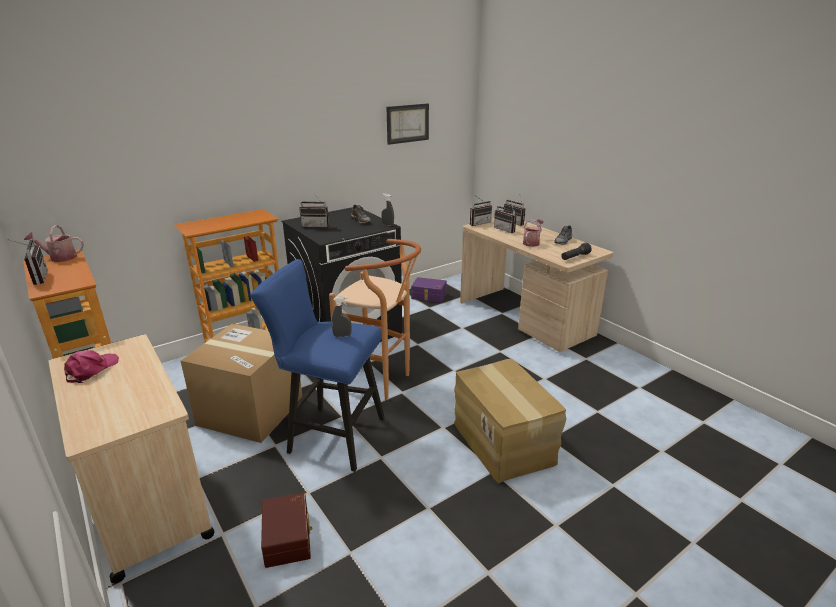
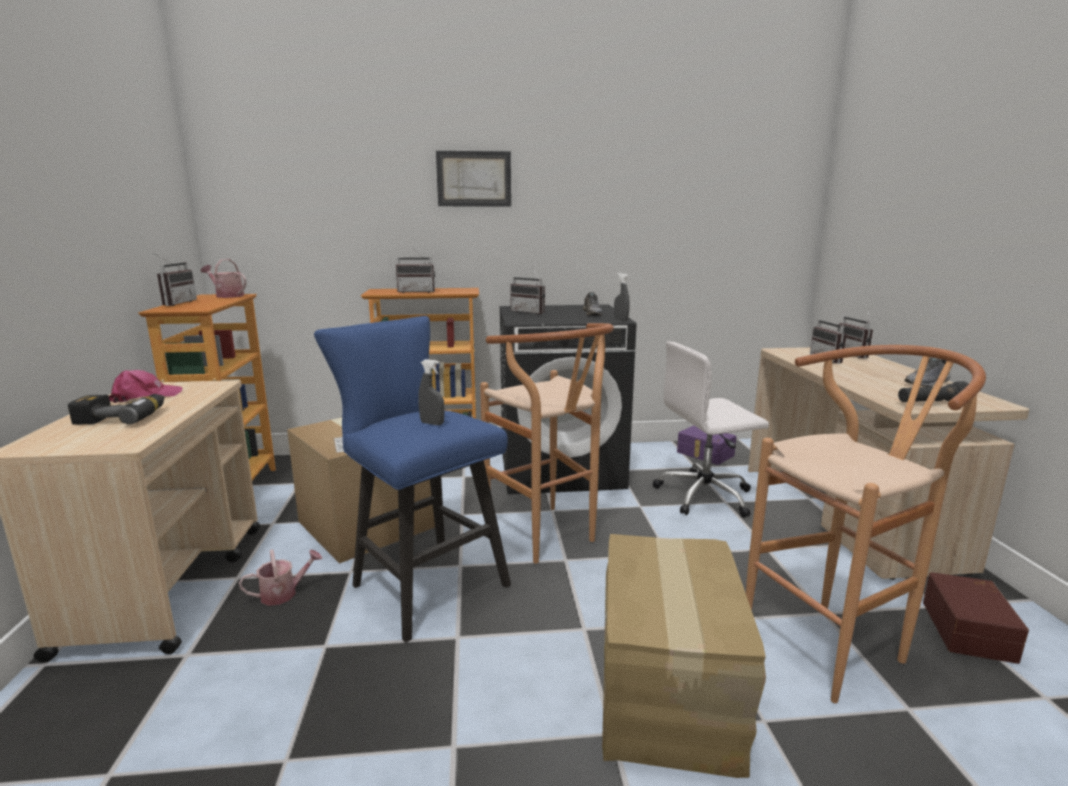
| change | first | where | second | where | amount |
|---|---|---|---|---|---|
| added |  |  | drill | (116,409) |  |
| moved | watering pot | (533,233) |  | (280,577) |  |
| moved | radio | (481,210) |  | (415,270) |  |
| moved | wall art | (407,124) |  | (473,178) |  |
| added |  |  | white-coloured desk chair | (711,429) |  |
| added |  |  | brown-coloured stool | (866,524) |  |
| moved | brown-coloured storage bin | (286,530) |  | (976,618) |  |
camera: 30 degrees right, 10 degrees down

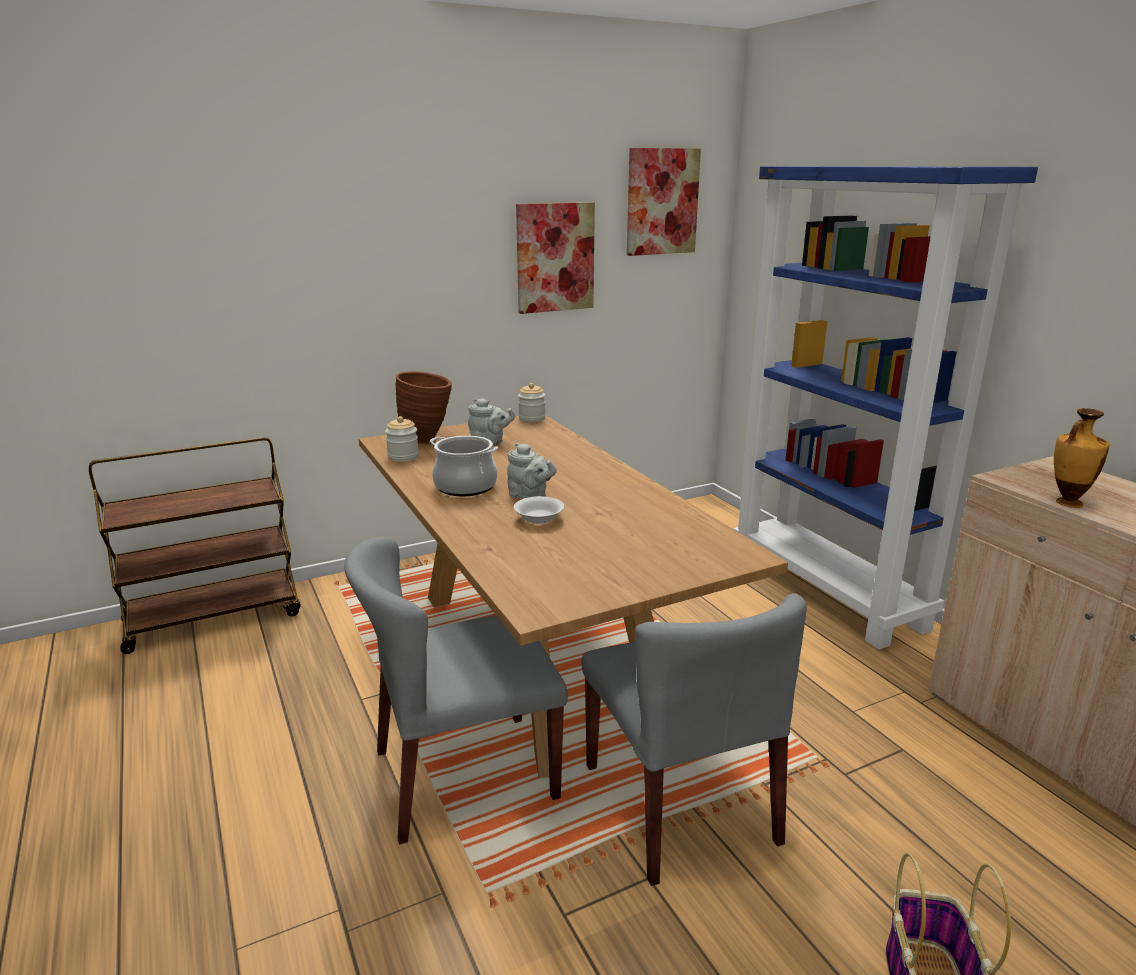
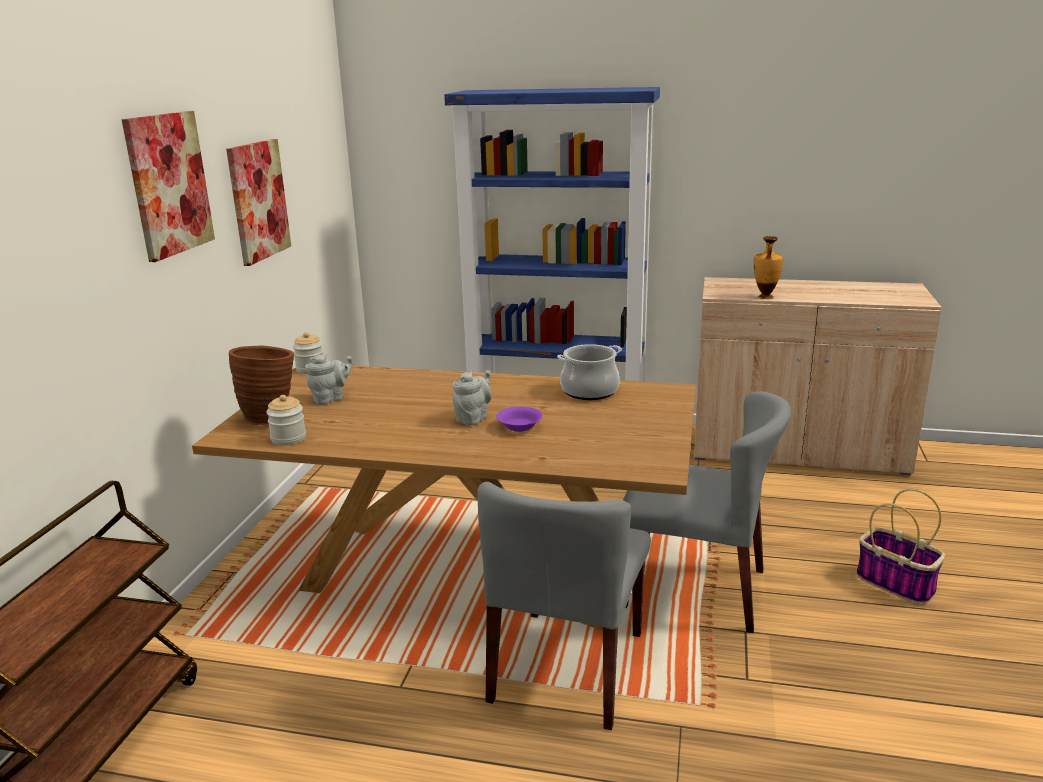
| change | first | where | second | where | amount |
|---|---|---|---|---|---|
| moved | wall art | (664,202) |  | (168,186) |  |
| turned | greyish tea pot | (532,471) |  | (472,397) | 45 degrees counterclockwise |
| recoloured | white-coloured bowl | (539,510) | purplish bowl | (519,419) |  |
| moved | stockpot | (464,466) |  | (589,372) |  |
camera: 50 degrees left, 0 degrees up

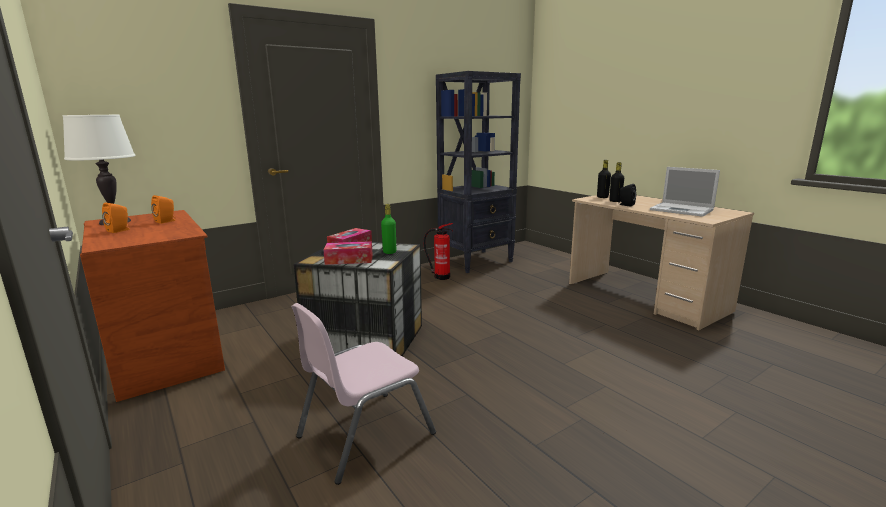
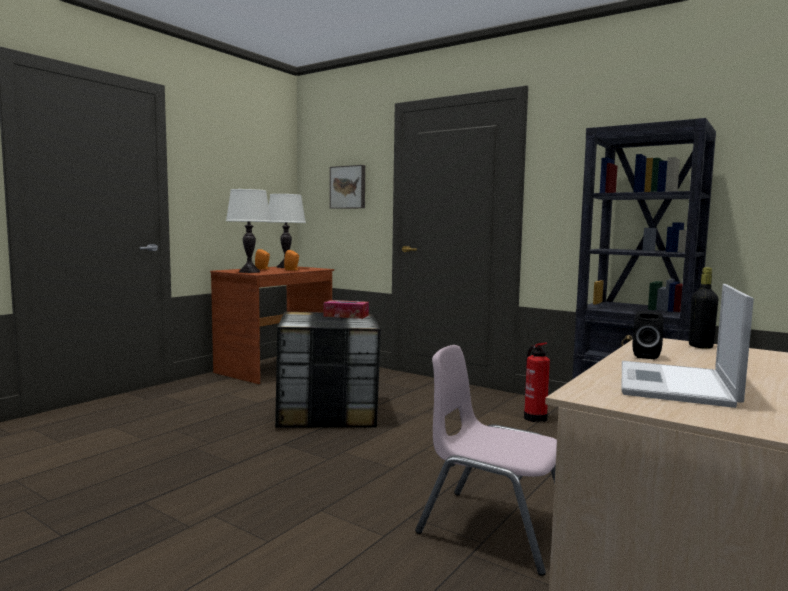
| change | first | where | second | where | amount |
|---|---|---|---|---|---|
| added |  |  | white-coloured lamp for a table | (249,231) |  |
| added |  |  | wall art | (347,187) |  |
| moved | pinkish upright chair | (363,394) |  | (486,460) |  |
| removed | tissue box | (348,253) |  |  |  |
| removed | greenish beverage bottle | (388,229) |  |  |  |
| removed | blackish beverage bottle | (616,182) |  |  |  |
camera: 70 degrees right, 10 degrees down

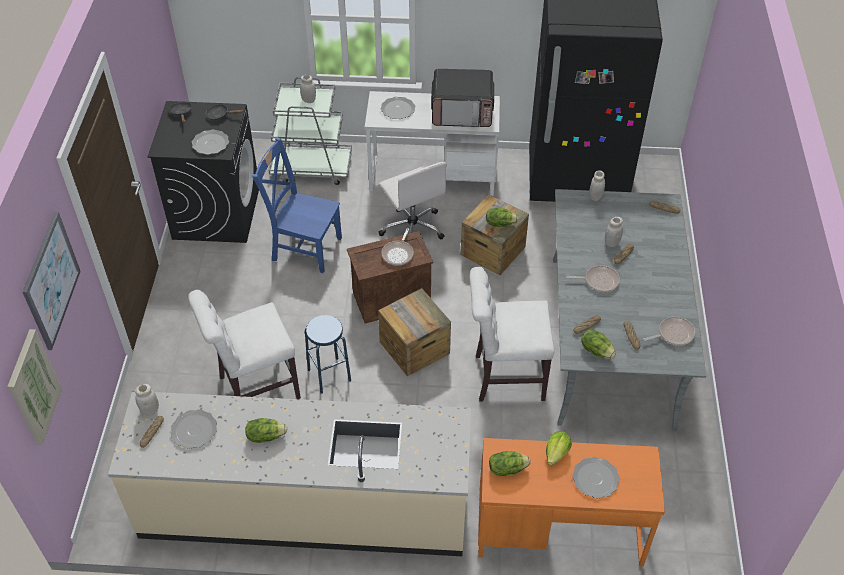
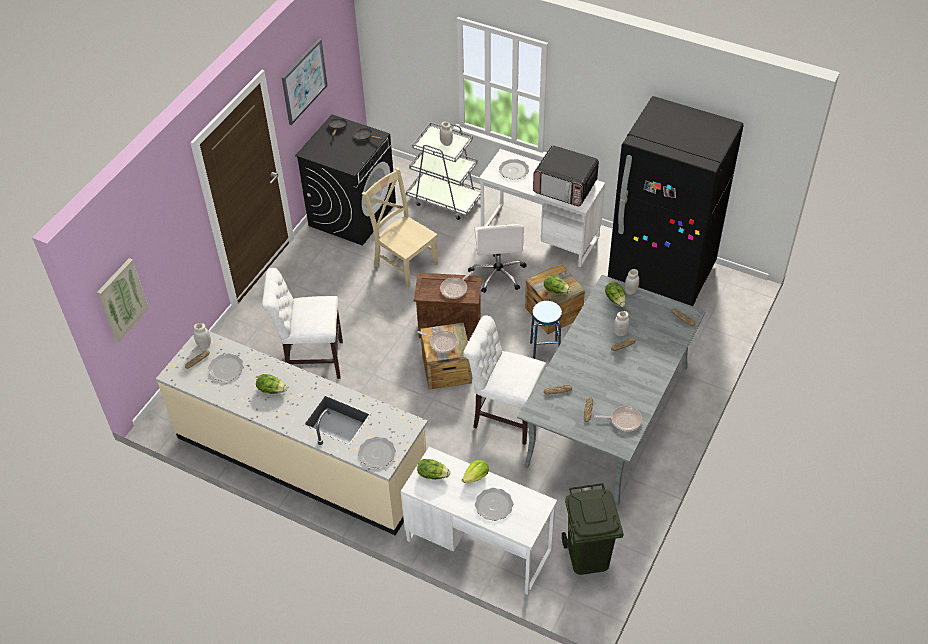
| change | first | where | second | where | amount |
|---|---|---|---|---|---|
| moved | wall art | (52,281) |  | (305,81) |  |
| moved | dinner plate | (210,142) |  | (377,452) |  |
| recoloured | bluish upright chair | (297,205) | beige upright chair | (400,227) |  |
| recoloured | orange desk | (571,502) | white-coloured desk | (479,521) |  |
| moved | skillet | (593,278) |  | (437,342) |  |
| moved | bluish stool | (328,354) |  | (546,330) |  |
| added |  |  | greenish trash can | (592,529) |  |
| moved | head of lettuce | (598,344) |  | (615,294) |  |
camera: 25 degrees right, 0 degrees up

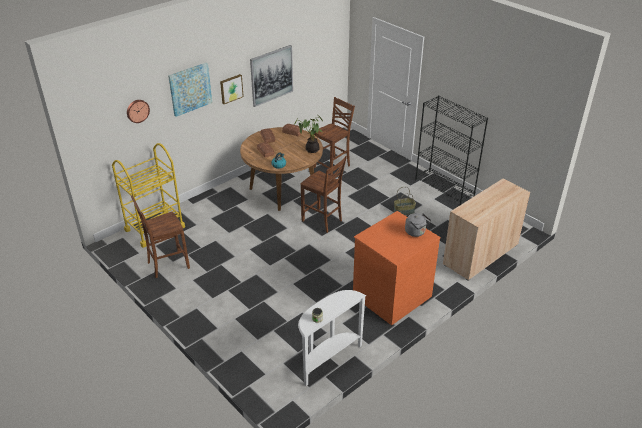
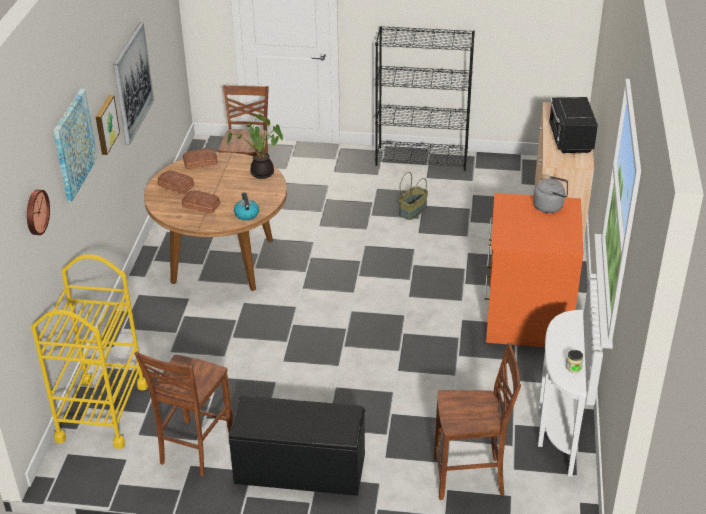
| change | first | where | second | where | amount |
|---|---|---|---|---|---|
| added |  |  | blackish indoor bench | (297,446) |  |
| moved | brown-coloured upright chair | (324,194) |  | (477,421) |  |
| added |  |  | blackish kitchen microwave | (573,125) |  |
camera: 40 degrees left, 0 degrees up

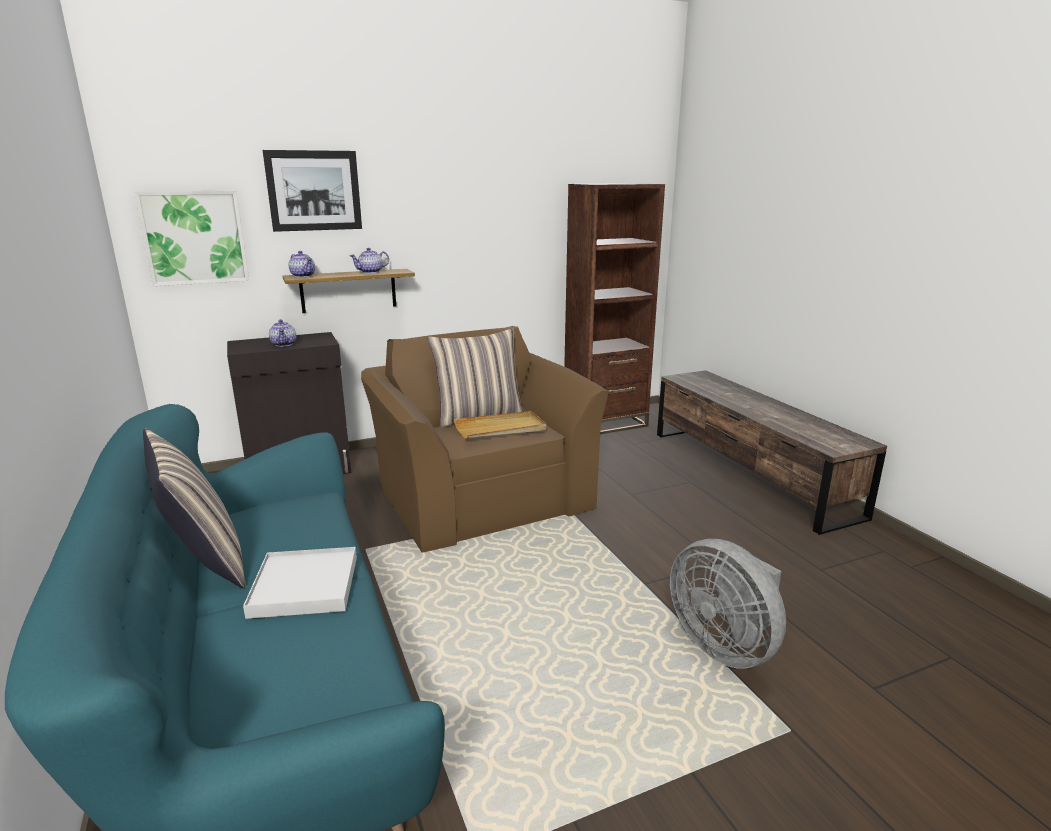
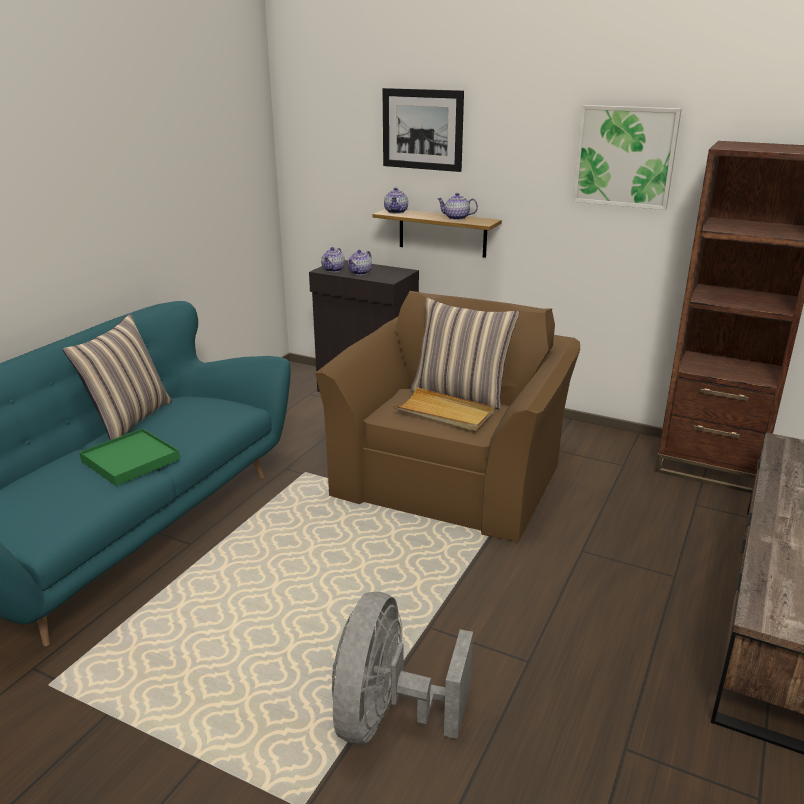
| change | first | where | second | where | amount |
|---|---|---|---|---|---|
| recoloured | white-coloured tray | (300,583) | greenish tray | (129,457) |  |
| added |  |  | tea pot | (333,259) |  |
| moved | wall art | (191,238) |  | (627,157) |  |
camera: 50 degrees right, 5 degrees up

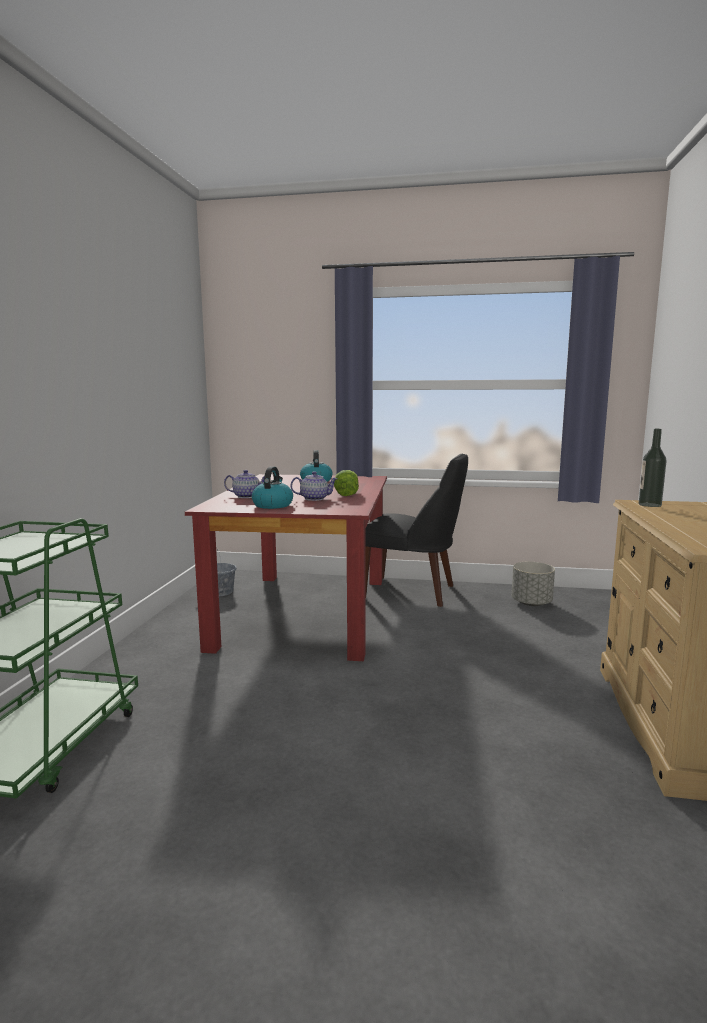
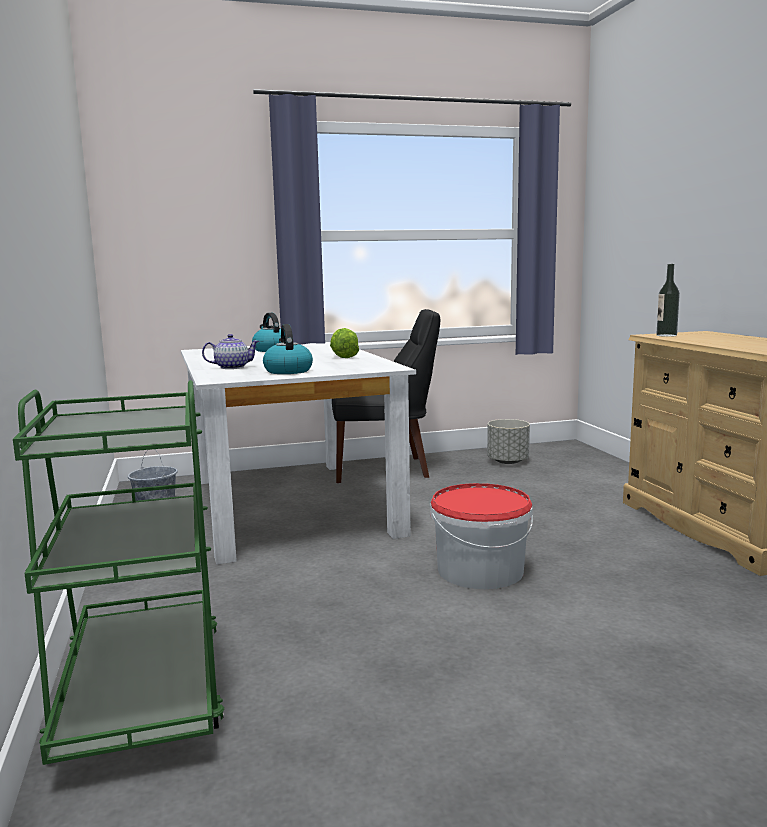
| change | first | where | second | where | amount |
|---|---|---|---|---|---|
| recoloured | red-coloured dinner table | (286,567) | white-coloured dinner table | (298,453) |  |
| added |  |  | water bucket | (481,536) |  |
| removed | tea pot | (314,486) |  |  |  |
camera: 25 degrees left, 0 degrees up

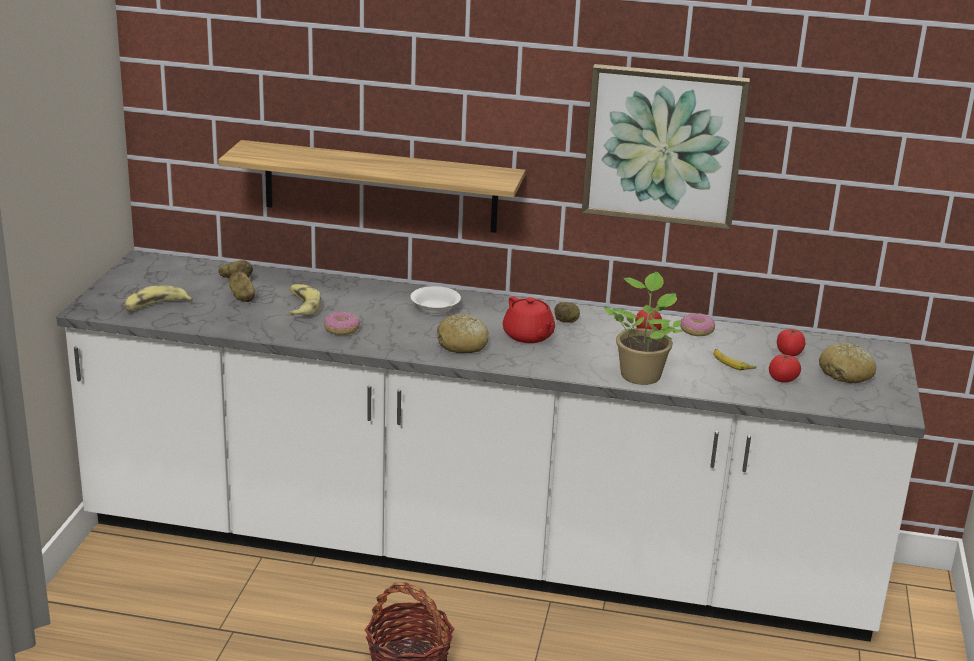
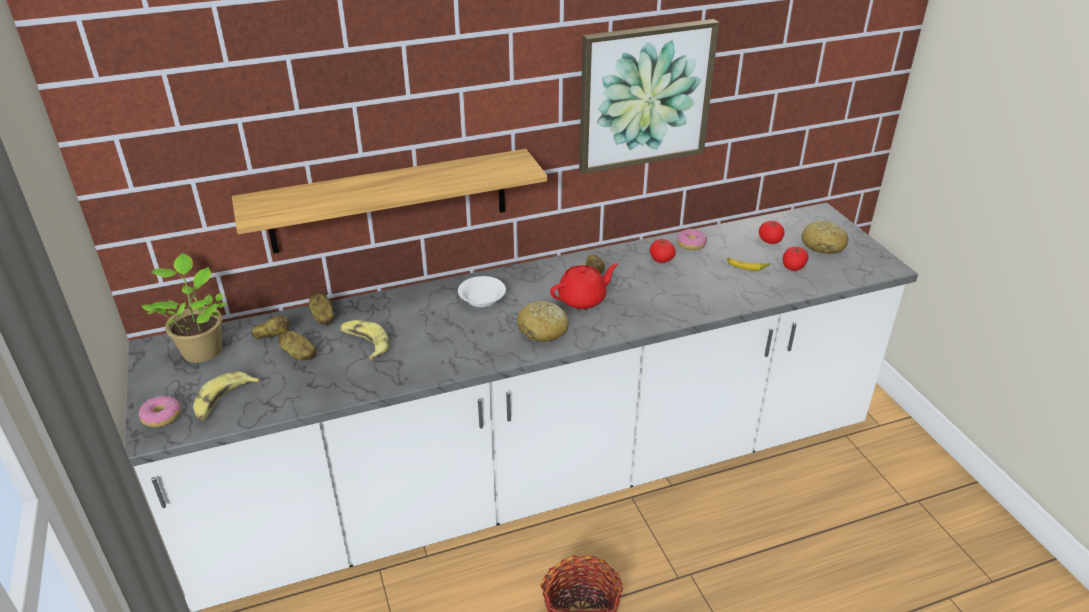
| change | first | where | second | where | amount |
|---|---|---|---|---|---|
| moved | ring doughnut | (342,323) |  | (160,411) |  |
| moved | potted plant | (643,328) |  | (184,308) |  |
| added |  |  | spud | (321,308) |  |
| turned | red-coloured tea pot | (529,319) |  | (584,286) | 60 degrees counterclockwise |
camera: 30 degrees left, 10 degrees up

